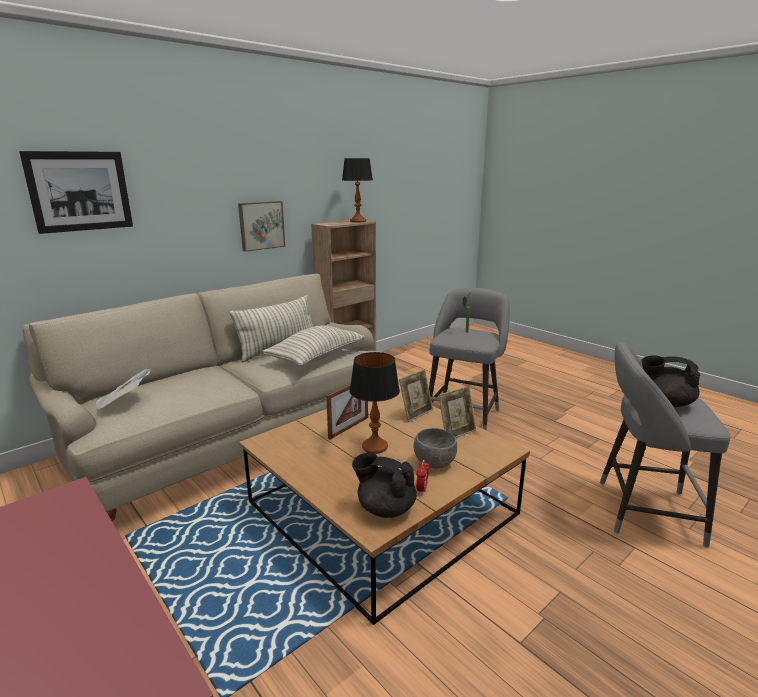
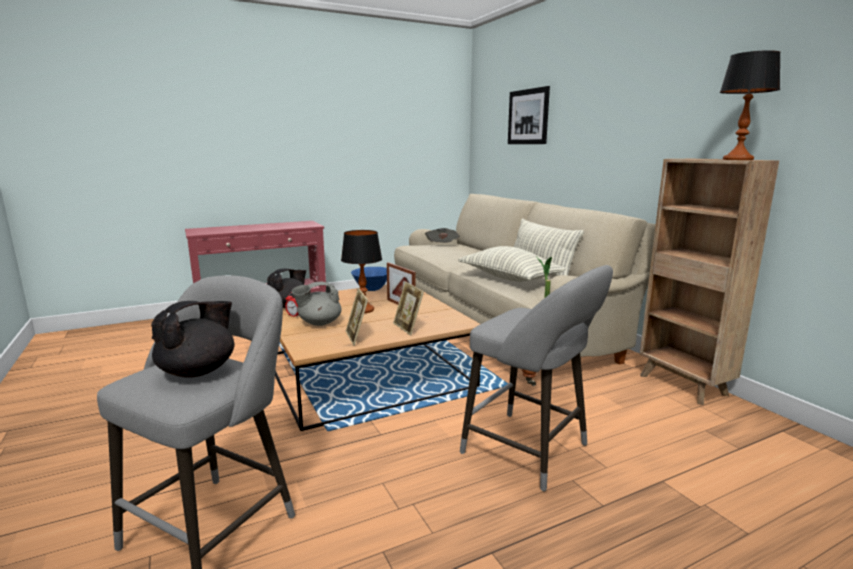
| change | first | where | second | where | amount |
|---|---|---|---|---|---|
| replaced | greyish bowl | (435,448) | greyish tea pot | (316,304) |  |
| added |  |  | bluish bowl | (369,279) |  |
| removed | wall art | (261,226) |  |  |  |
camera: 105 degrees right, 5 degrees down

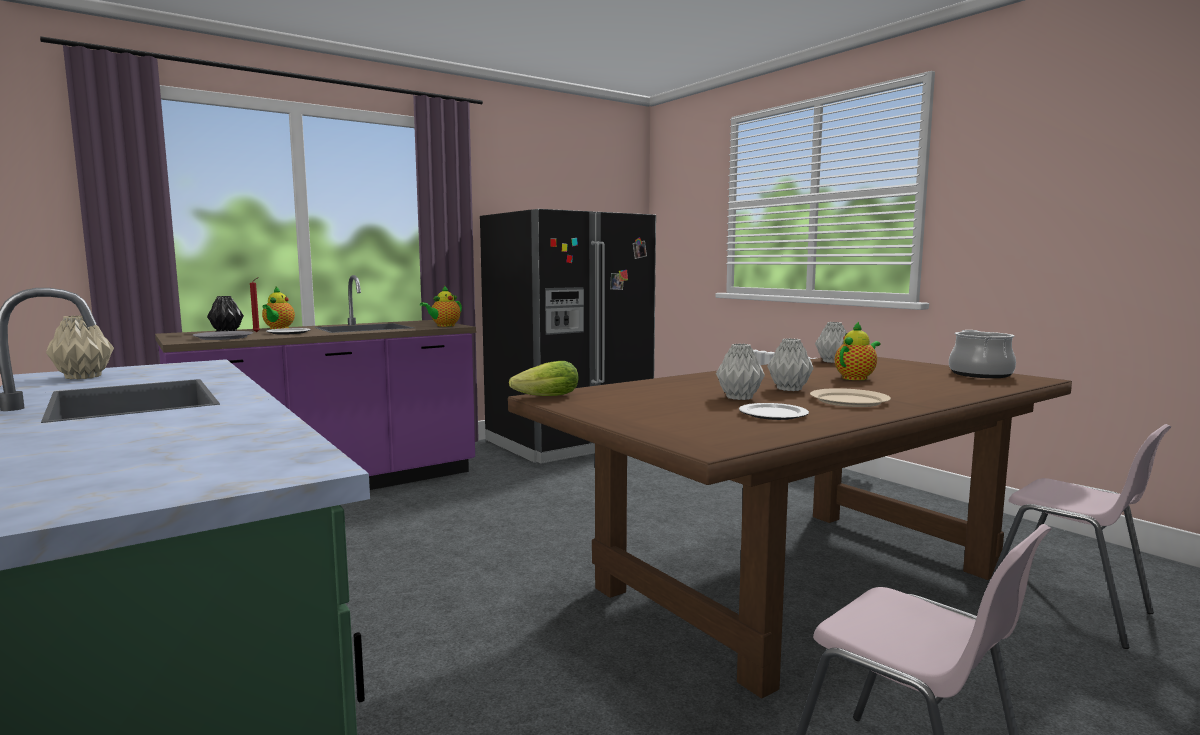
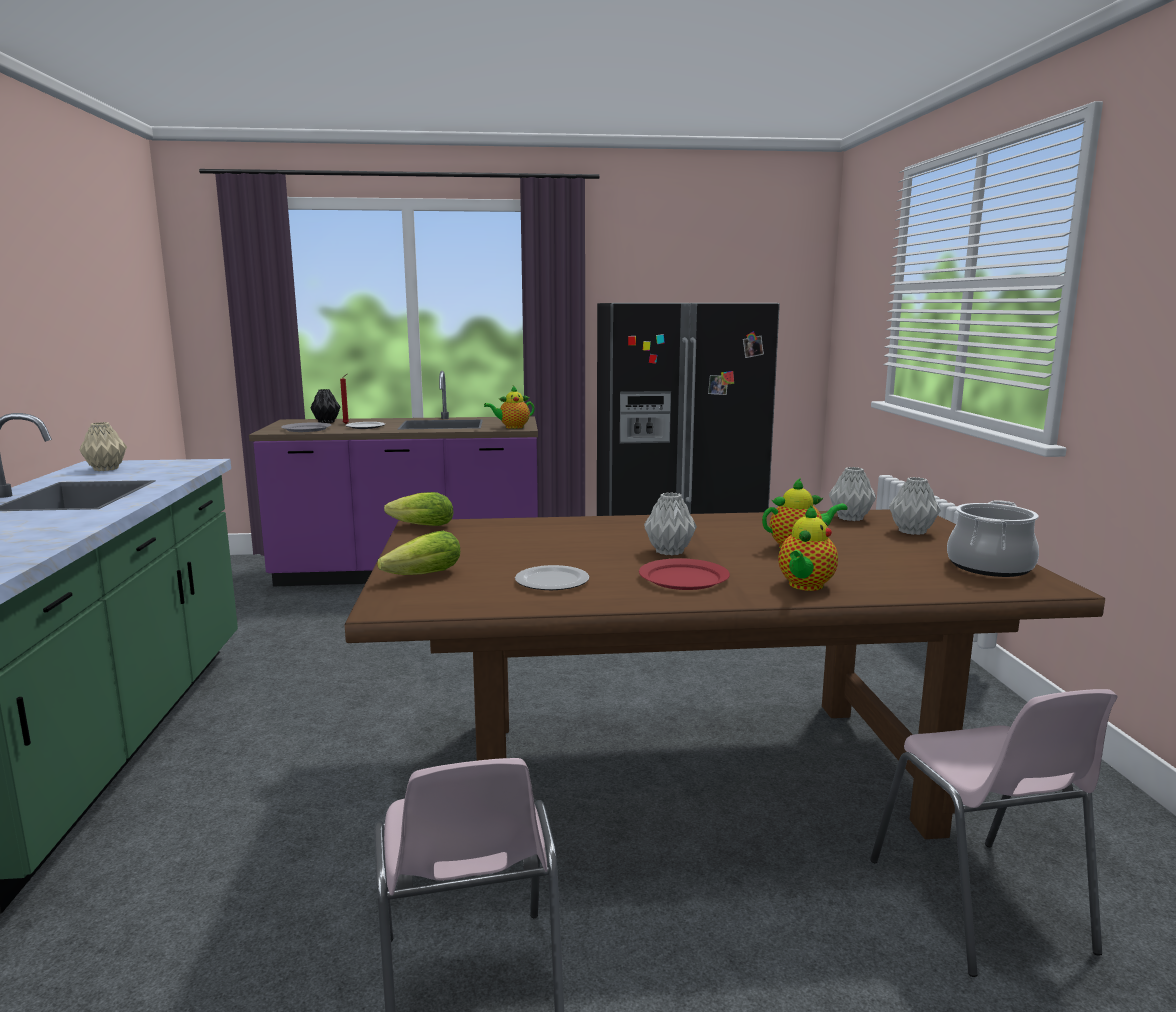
| change | first | where | second | where | amount |
|---|---|---|---|---|---|
| added |  |  | head of lettuce | (418,553) |  |
| recoloured | beige dinner plate | (850,397) | red-coloured dinner plate | (684,574) |  |
| moved | tea pot | (278,307) |  | (808,548) |  |
| moved | greyish decorative vase | (740,371) |  | (915,506) |  |
camera: 30 degrees right, 5 degrees up

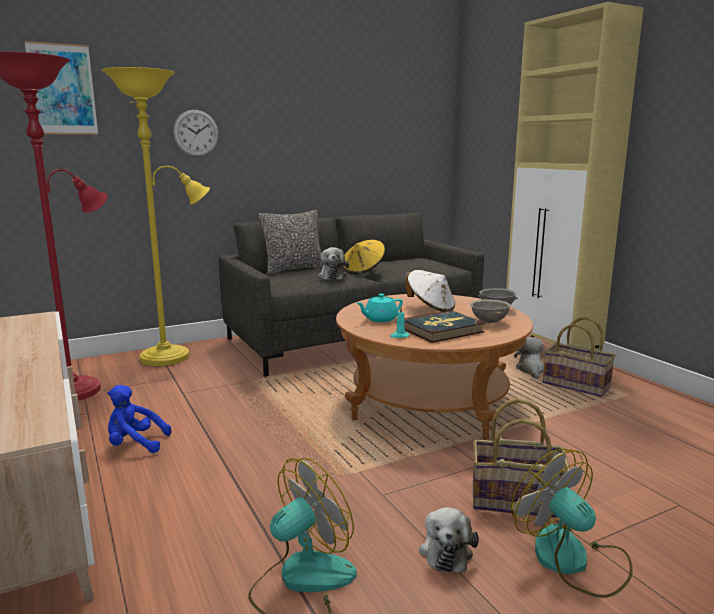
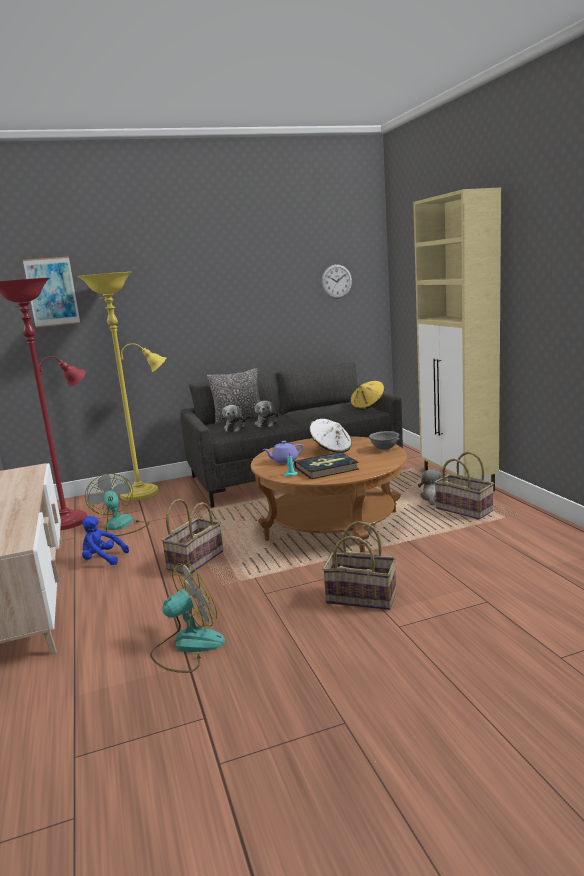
| change | first | where | second | where | amount |
|---|---|---|---|---|---|
| moved | fan | (572,523) |  | (117,505) |  |
| added |  |  | storage basket | (192,536) |  |
| moved | cuddly toy | (449,539) |  | (234,418) |  |
| recoloured | turquoise tea pot | (380,308) | purplish tea pot | (283,452) |  |
| moved | clock on the wall | (196,133) |  | (336,282) |  |
| moved | yellowish hat | (364,257) |  | (367,395) |  |
| removed | greyish bowl | (490,311) |  |  |  |
camera: 10 degrees right, 0 degrees up

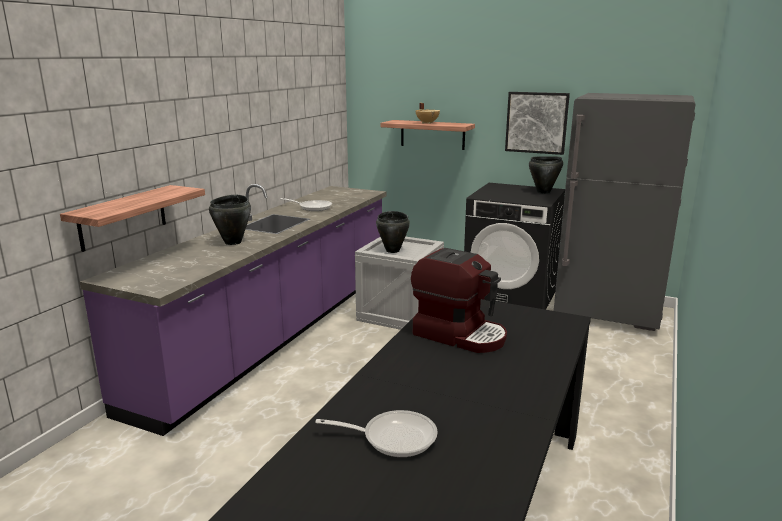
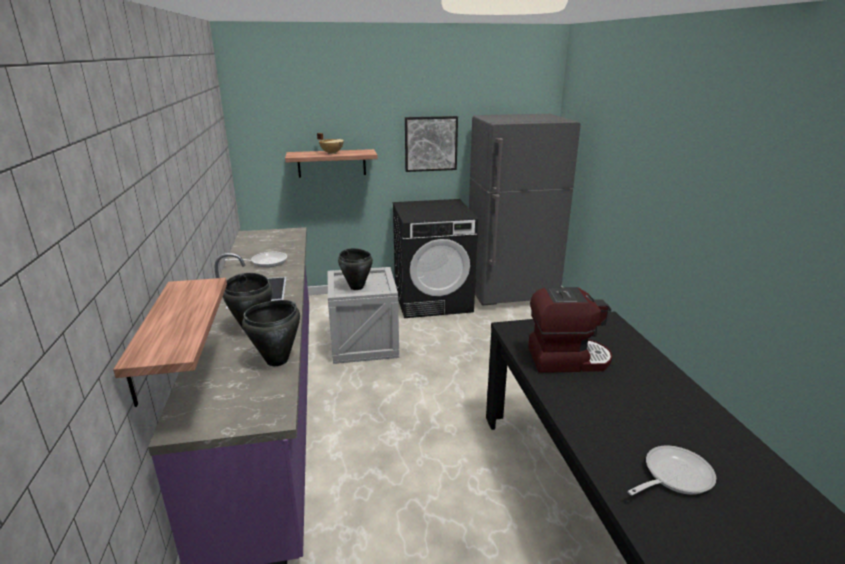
| change | first | where | second | where | amount |
|---|---|---|---|---|---|
| moved | blackish stockpot | (546,175) |  | (271,333) |  |
camera: 35 degrees left, 5 degrees up

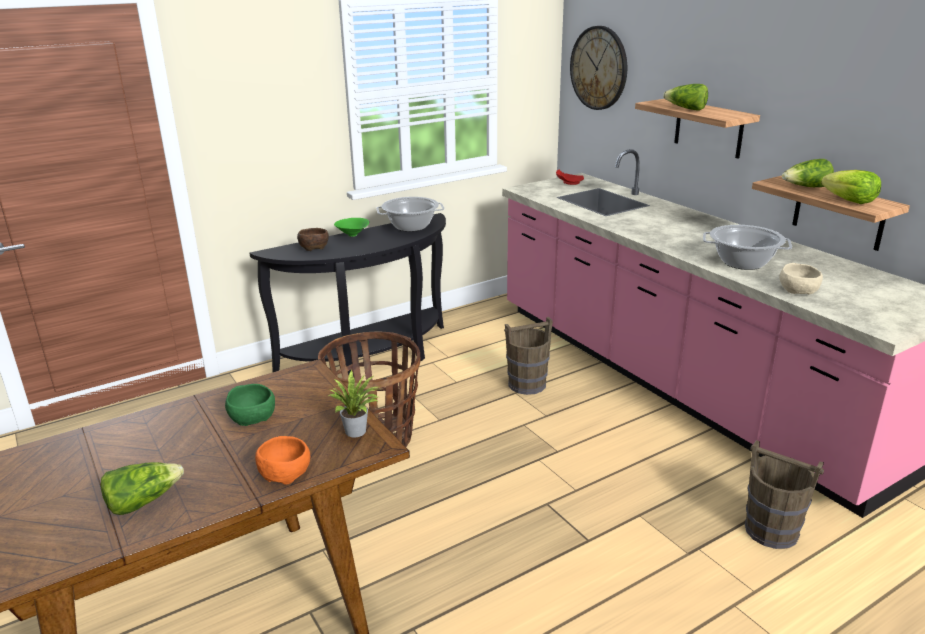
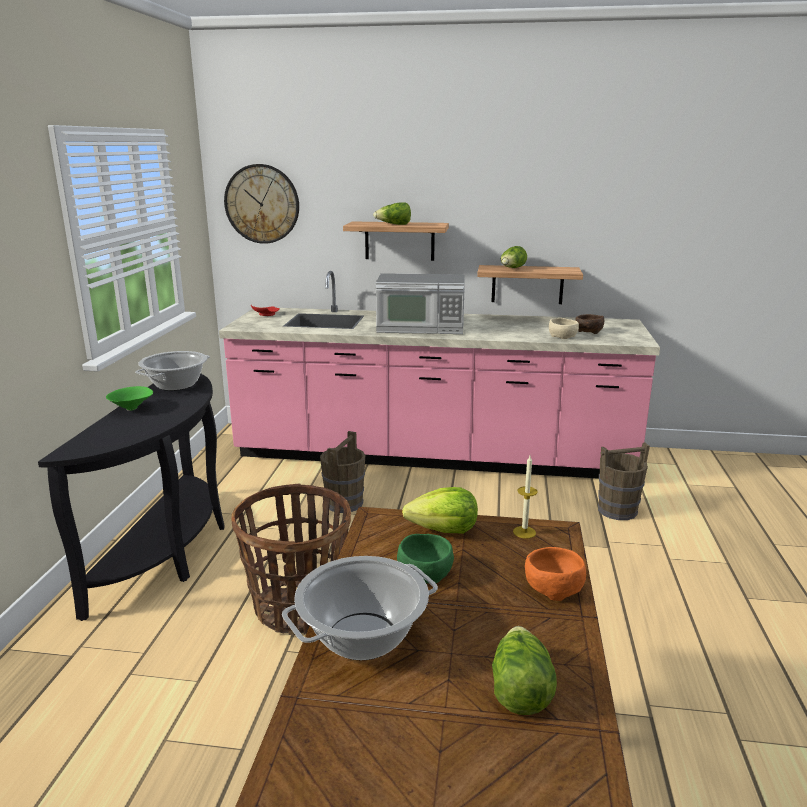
| change | first | where | second | where | amount |
|---|---|---|---|---|---|
| moved | stockpot | (747,247) |  | (360,608) |  |
| added |  |  | kitchen microwave | (420,303) |  |
| moved | head of lettuce | (851,187) |  | (440,510) |  |
| replaced | potted plant | (353,404) | wax candle | (525,497) |  |
| moved | brown-coloured bowl | (313,239) |  | (589,324) |  |
camera: 50 degrees left, 5 degrees down

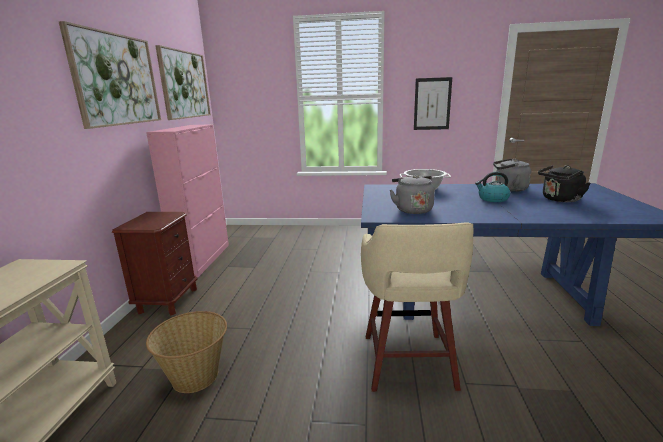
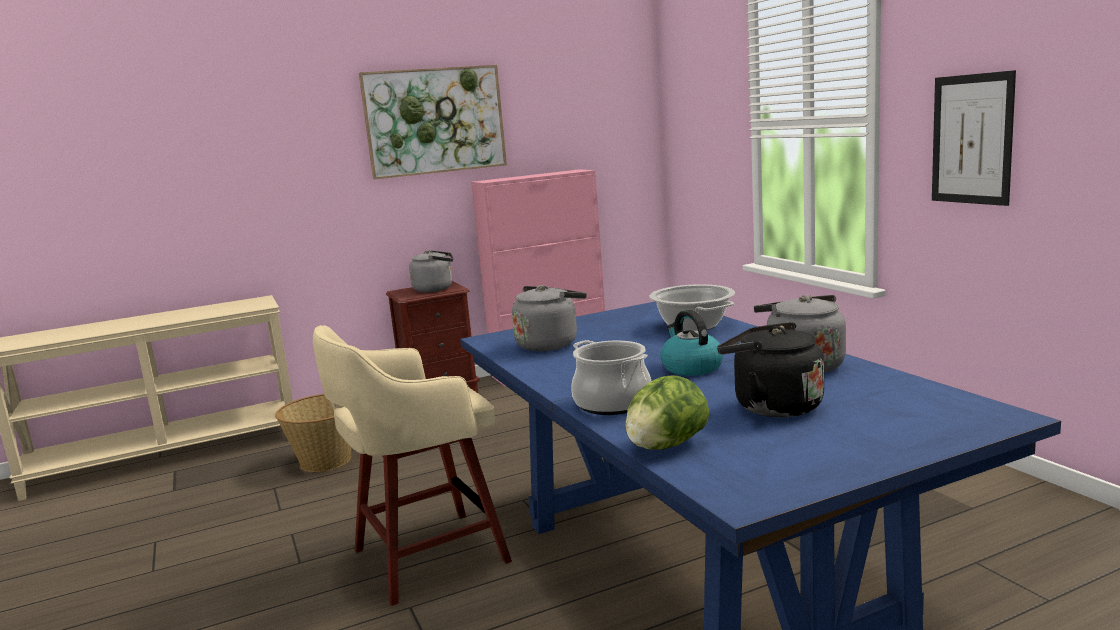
| change | first | where | second | where | amount |
|---|---|---|---|---|---|
| added |  |  | greyish tea kettle | (431,271) |  |
| added |  |  | stockpot | (611,377) |  |
| added |  |  | head of lettuce | (667,412) |  |
| removed | wall art | (183,82) |  |  |  |
camera: 60 degrees right, 5 degrees down

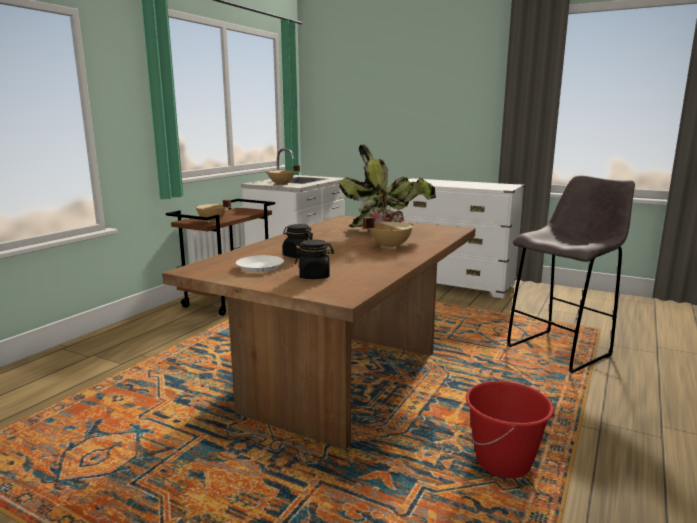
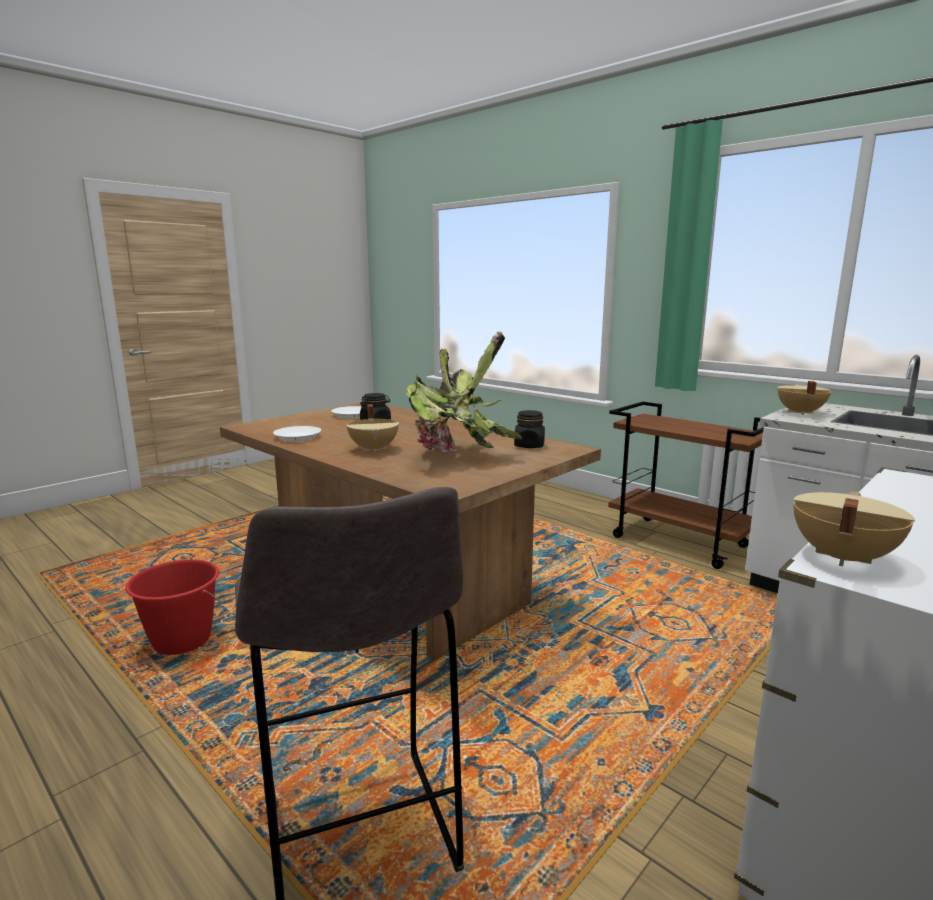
| change | first | where | second | where | amount |
|---|---|---|---|---|---|
| added |  |  | white-coloured dinner plate | (297,433) |  |
| moved | blackish preserve jar | (314,259) |  | (529,429) |  |
| moved | beige stockpot | (213,211) |  | (854,529) |  |
camera: 105 degrees right, 0 degrees up

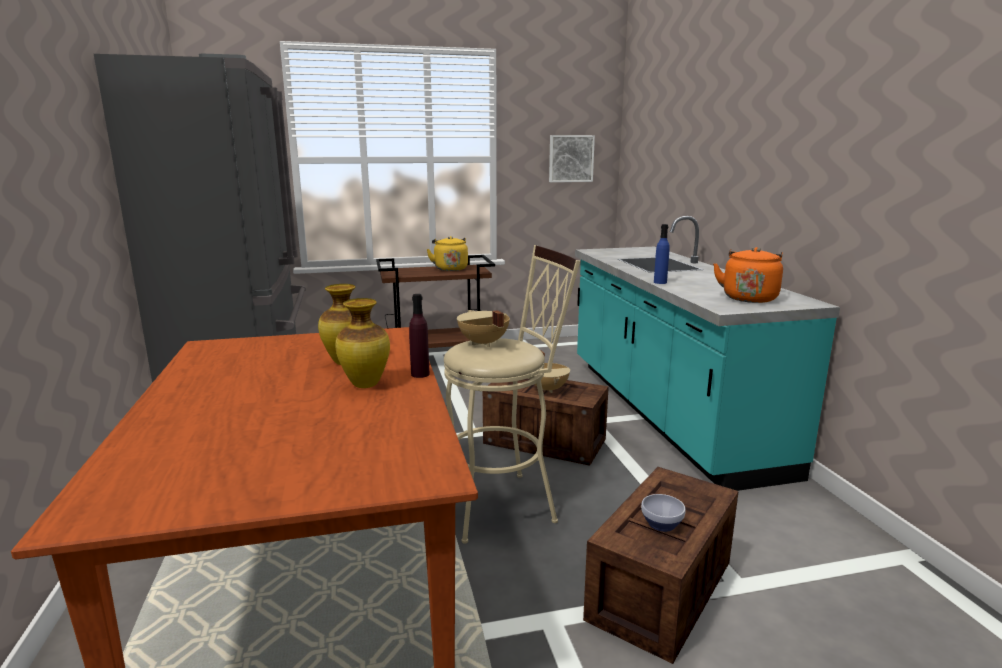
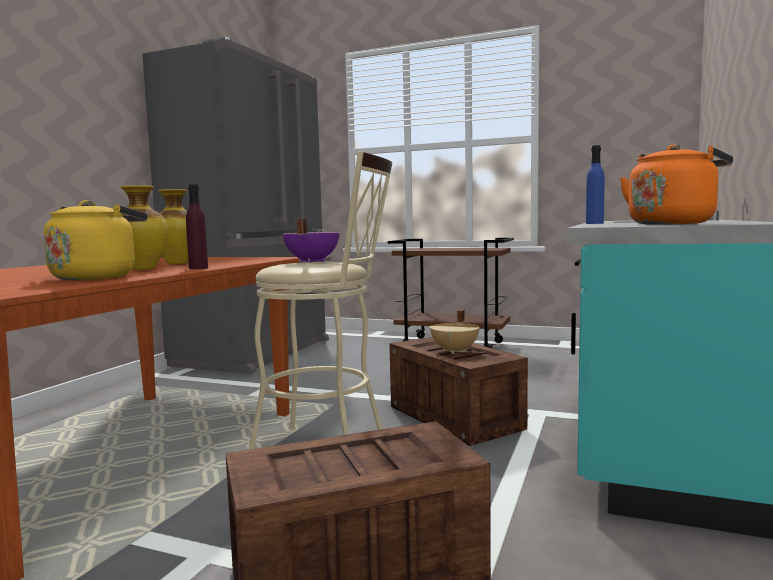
| change | first | where | second | where | amount |
|---|---|---|---|---|---|
| moved | yellowish tea kettle | (447,253) |  | (95,240) |  |
| recoloured | beige stockpot | (483,328) | purplish stockpot | (311,241) |  |
| removed | wall art | (572,158) |  |  |  |
| removed | bowl | (663,513) |  |  |  |
camera: 35 degrees right, 10 degrees down

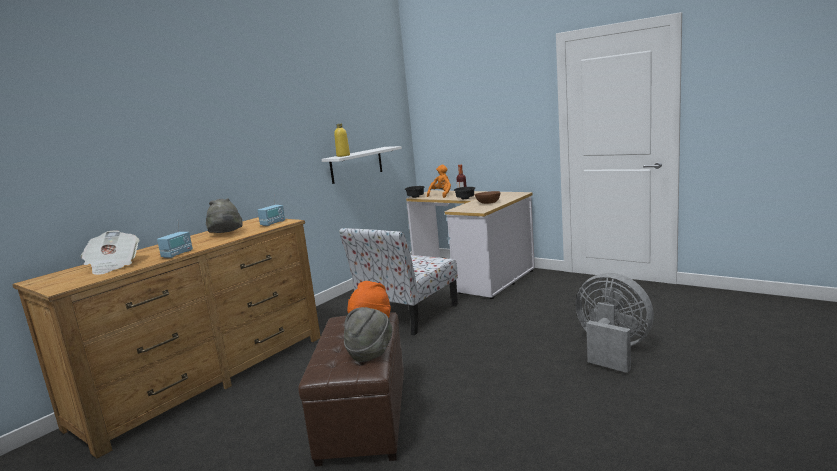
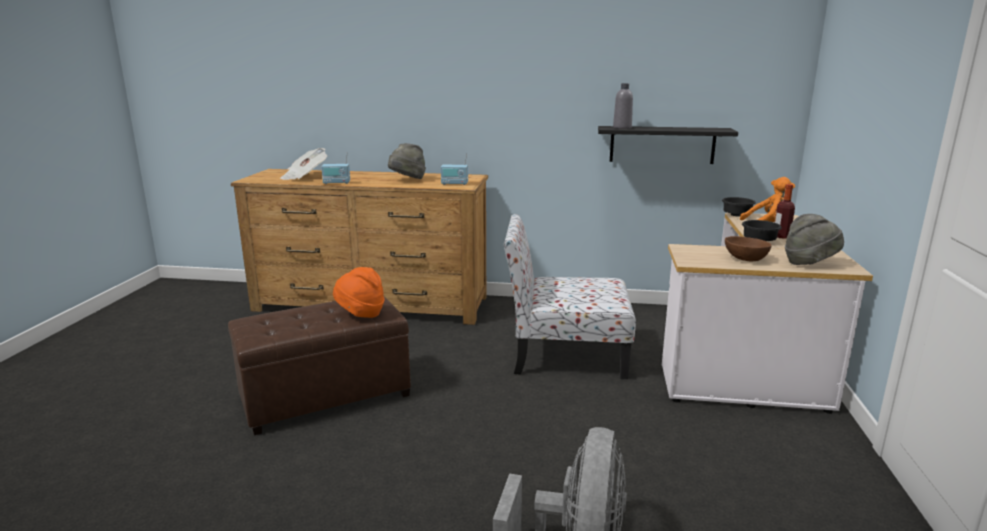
| change | first | where | second | where | amount |
|---|---|---|---|---|---|
| recoloured | white-coloured wall shelf | (362,165) | blackish wall shelf | (668,145) |  |
| recoloured | yellowish beverage bottle | (342,140) | greyish beverage bottle | (623,106) |  |
| moved | greyish hat | (368,334) |  | (814,239) |  |
camera: 60 degrees right, 5 degrees up

